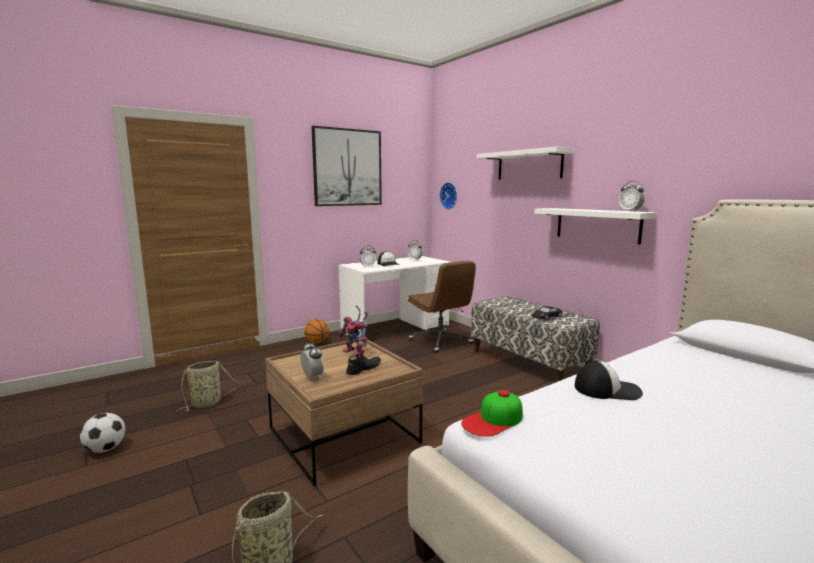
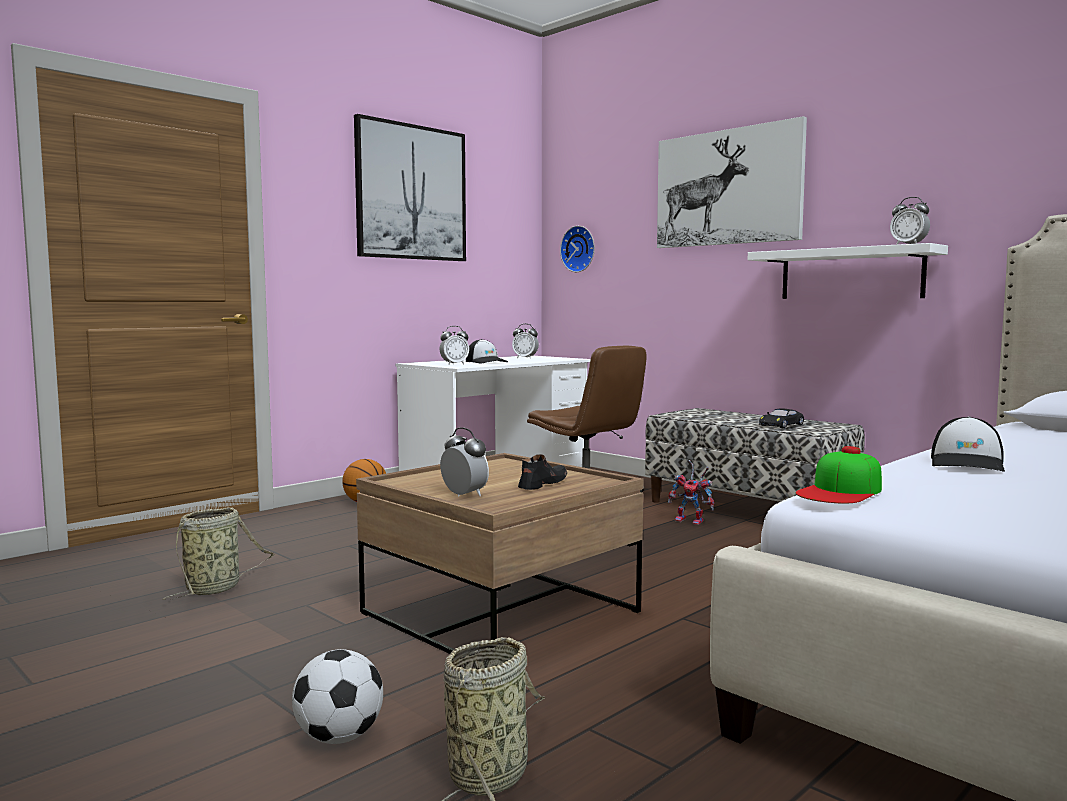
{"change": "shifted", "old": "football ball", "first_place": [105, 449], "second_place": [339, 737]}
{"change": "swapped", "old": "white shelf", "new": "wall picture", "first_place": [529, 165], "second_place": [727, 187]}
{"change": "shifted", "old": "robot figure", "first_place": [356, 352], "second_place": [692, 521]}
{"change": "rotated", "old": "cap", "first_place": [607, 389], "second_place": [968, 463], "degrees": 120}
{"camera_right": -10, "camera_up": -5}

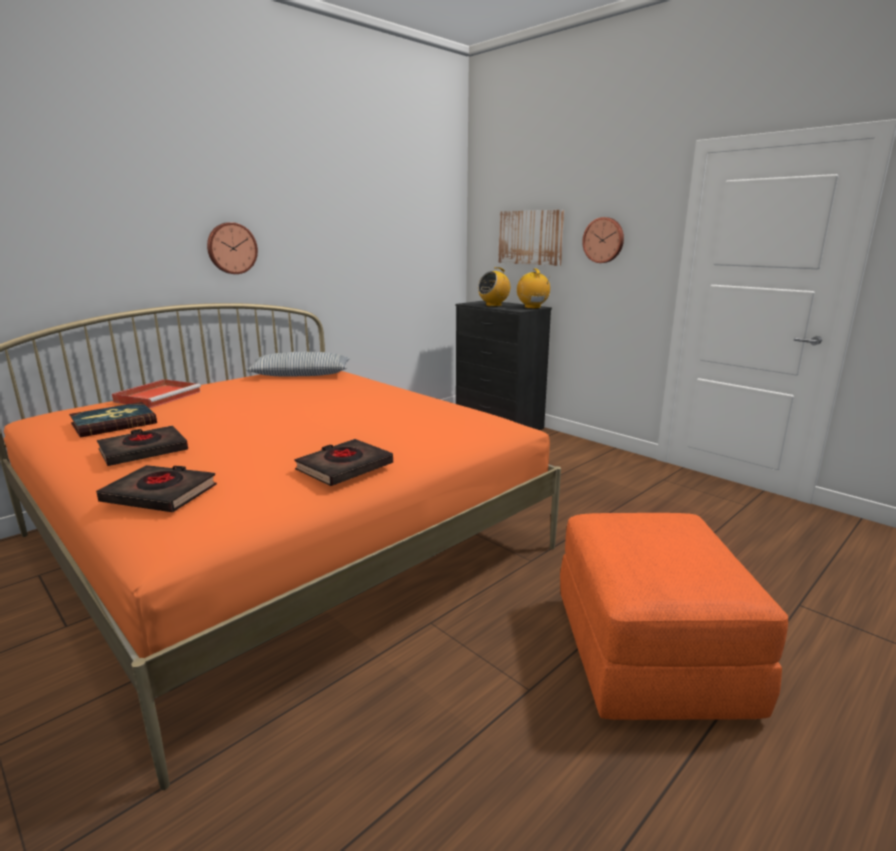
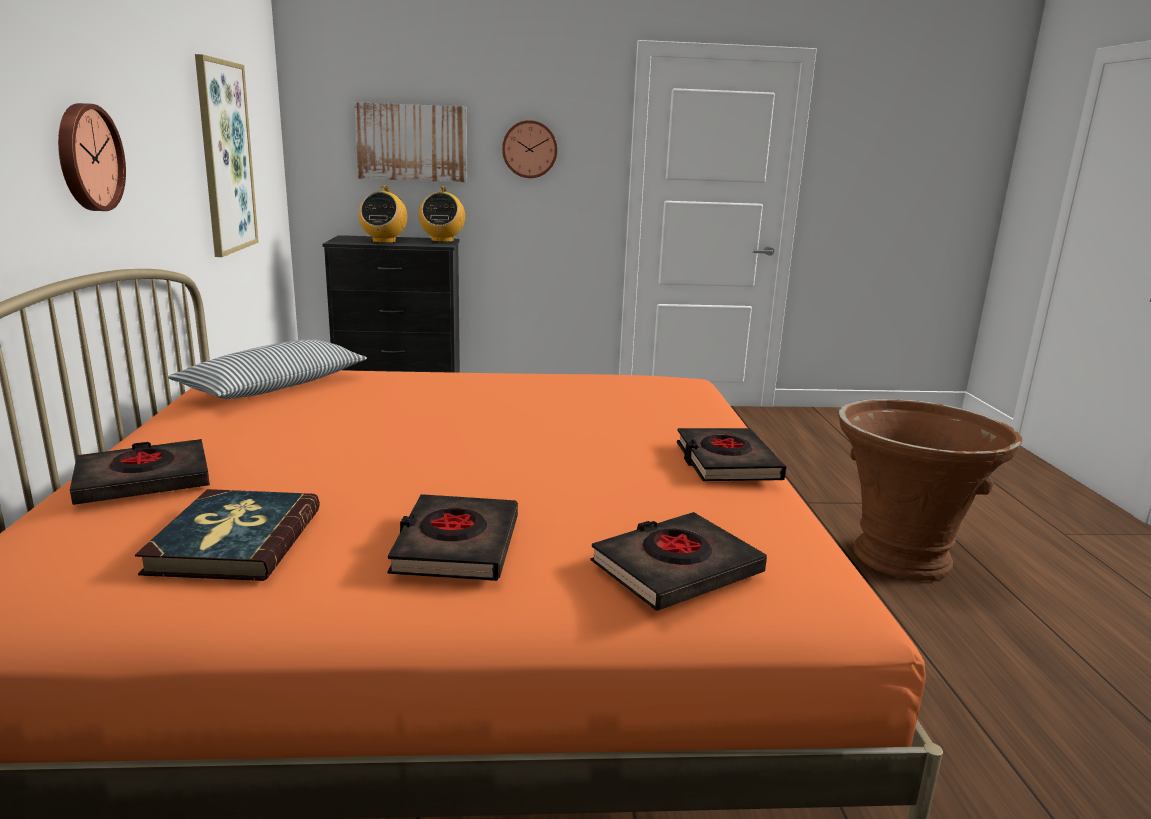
{"change": "swapped", "old": "red-coloured carrying tray", "new": "blackish volume", "first_place": [159, 396], "second_place": [144, 480]}
{"change": "new", "new": "wall picture", "second_place": [225, 157]}
{"change": "rotated", "old": "radio receiver", "first_place": [532, 307], "second_place": [442, 240], "degrees": -120}
{"change": "swapped", "old": "orange-coloured pouffe", "new": "brown-coloured plant pot", "first_place": [651, 654], "second_place": [902, 557]}
{"camera_right": -50, "camera_up": 0}

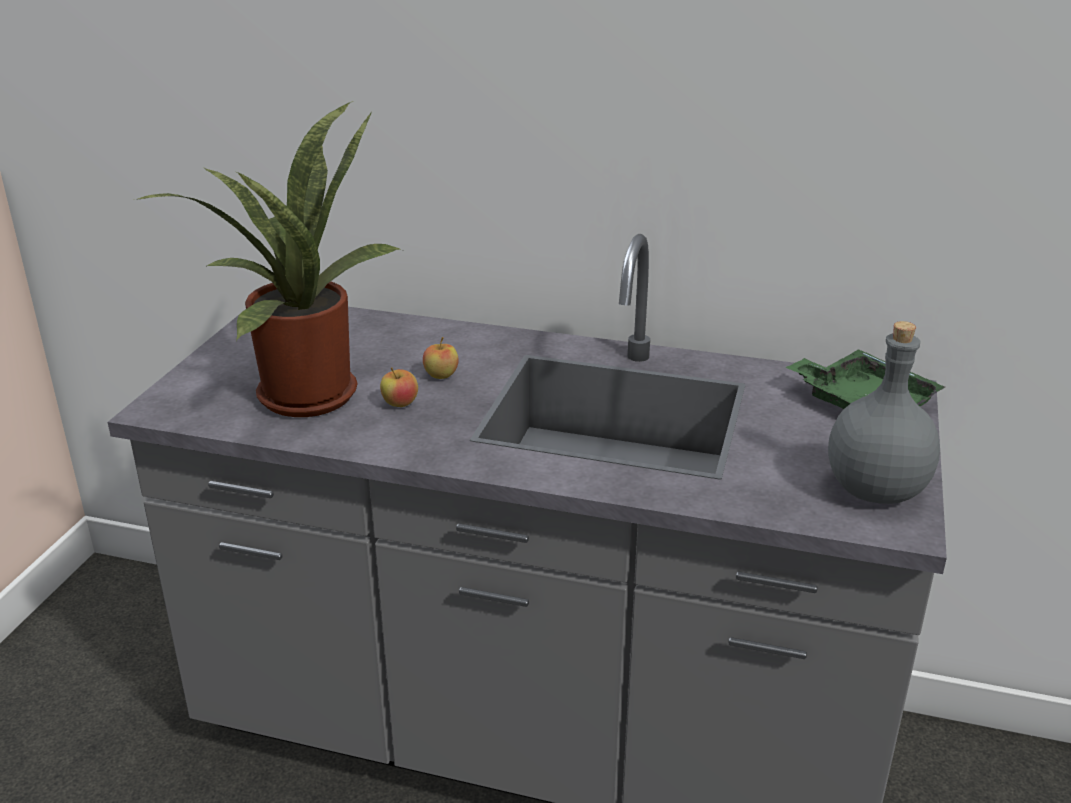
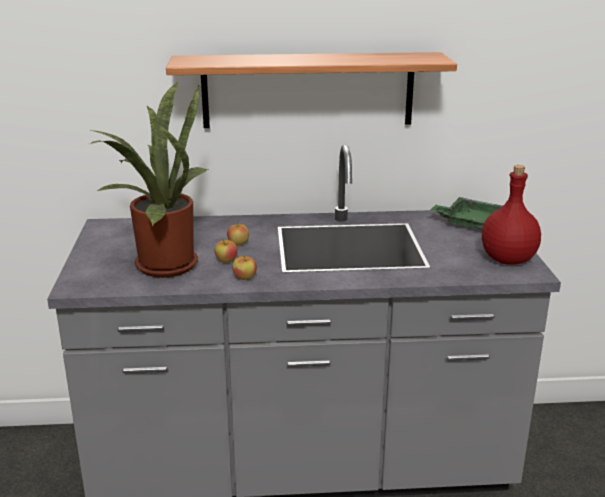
{"change": "new", "new": "shelf", "second_place": [308, 90]}
{"change": "new", "new": "whole apple", "second_place": [245, 278]}
{"change": "repainted", "old": "greyish drink bottle", "new": "red-coloured drink bottle", "first_place": [873, 490], "second_place": [506, 260]}
{"camera_right": -20, "camera_up": -5}

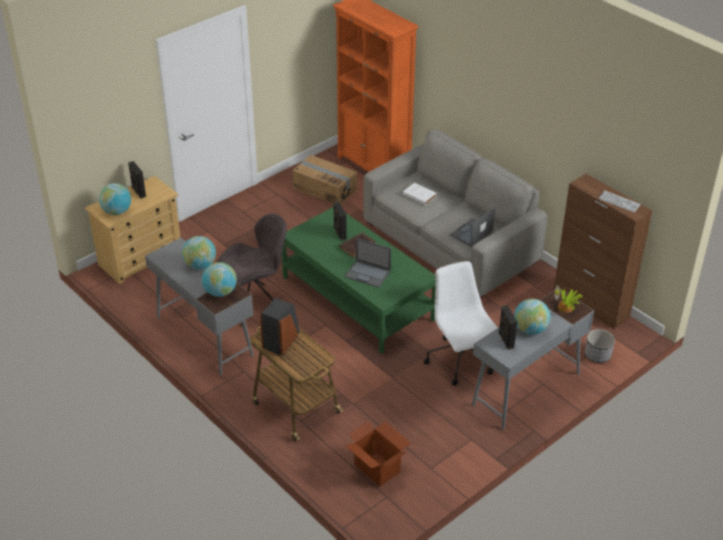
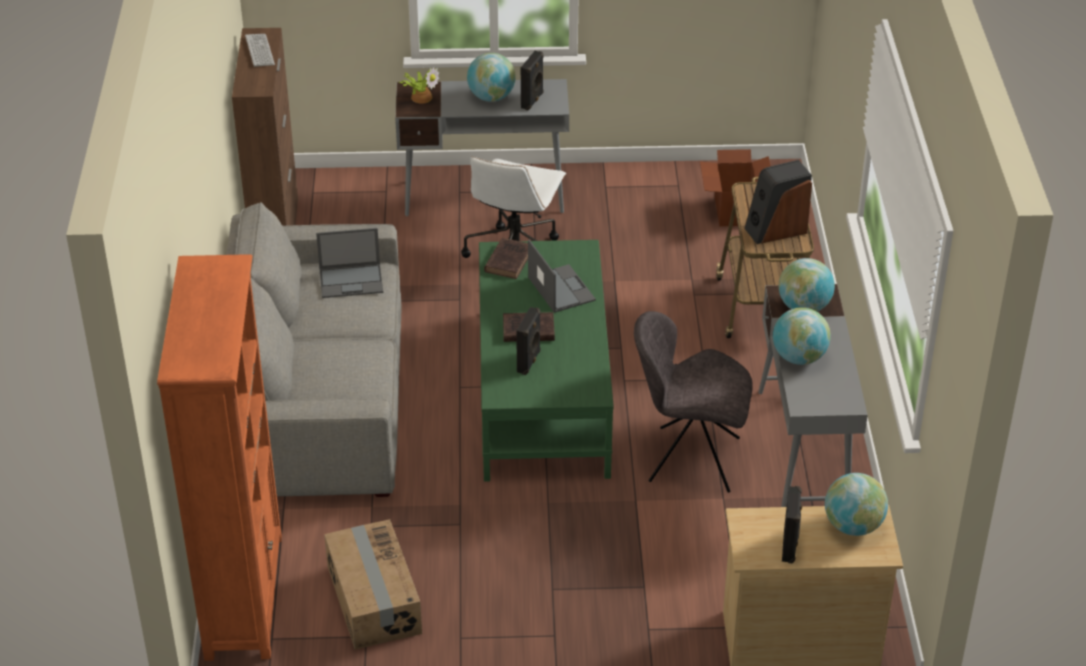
{"change": "new", "new": "brown-coloured volume", "second_place": [509, 260]}
{"change": "gone", "old": "white volume", "first_place": [418, 195]}
{"change": "gone", "old": "plant pot", "first_place": [597, 355]}
{"camera_right": -140, "camera_up": 0}

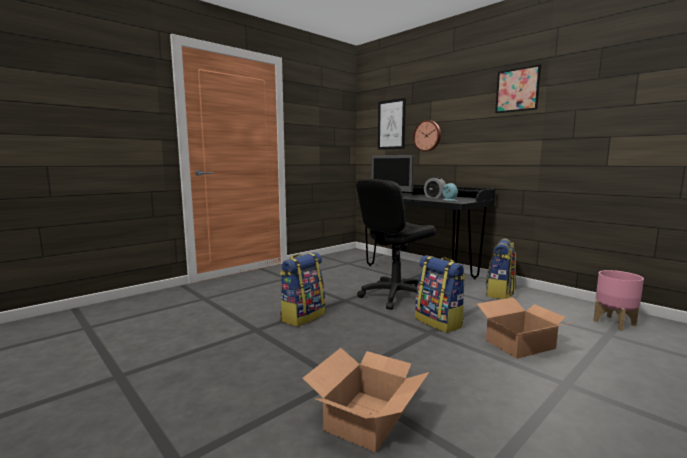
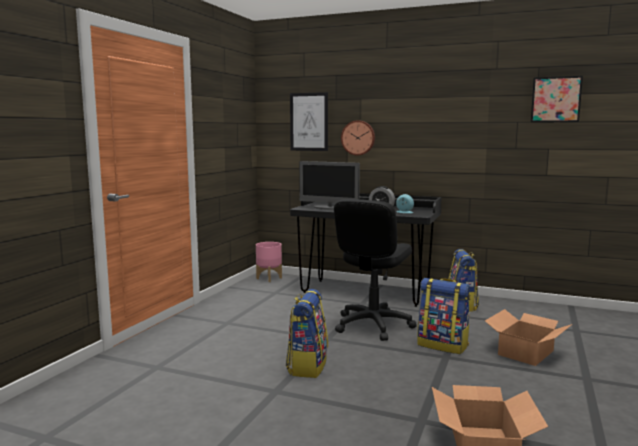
{"change": "shifted", "old": "pinkish plant pot", "first_place": [614, 323], "second_place": [269, 278]}
{"change": "shifted", "old": "wall picture", "first_place": [517, 90], "second_place": [556, 99]}
{"camera_right": -25, "camera_up": 0}

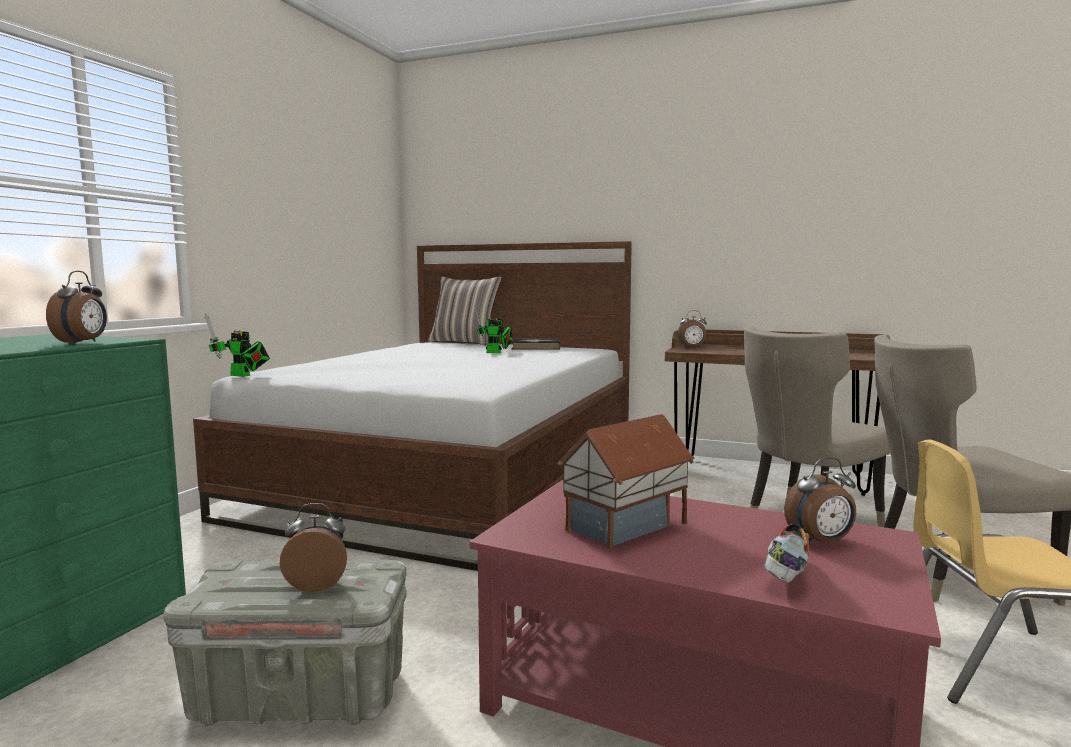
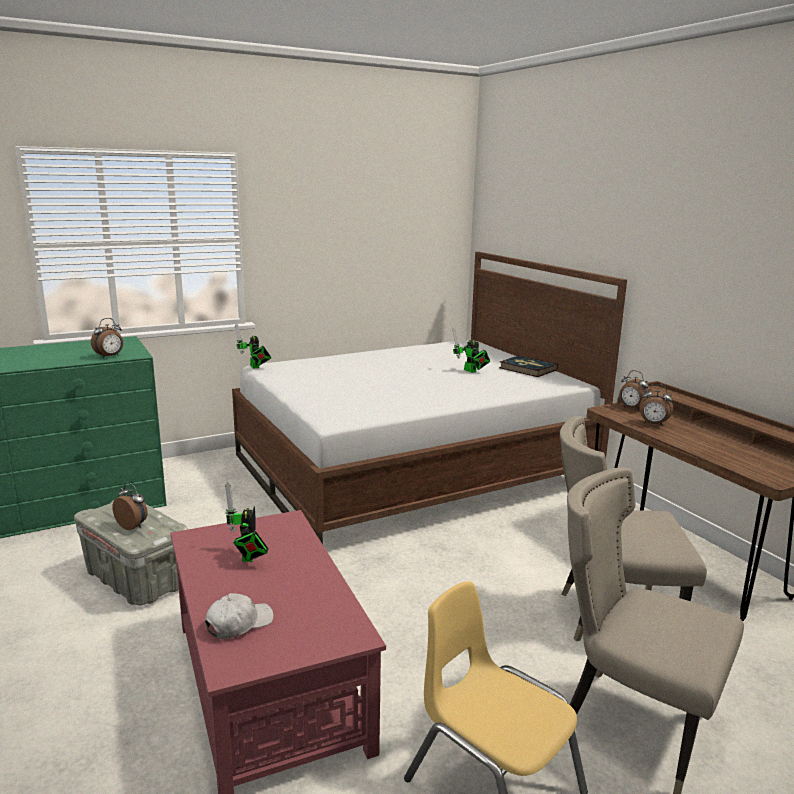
{"change": "swapped", "old": "shoe", "new": "white cap", "first_place": [784, 574], "second_place": [239, 624]}
{"change": "swapped", "old": "toy house", "new": "robot figure", "first_place": [627, 527], "second_place": [248, 558]}
{"change": "shifted", "old": "bedside clock", "first_place": [821, 542], "second_place": [653, 424]}
{"change": "gone", "old": "cushion", "first_place": [464, 343]}
{"camera_right": 40, "camera_up": 10}

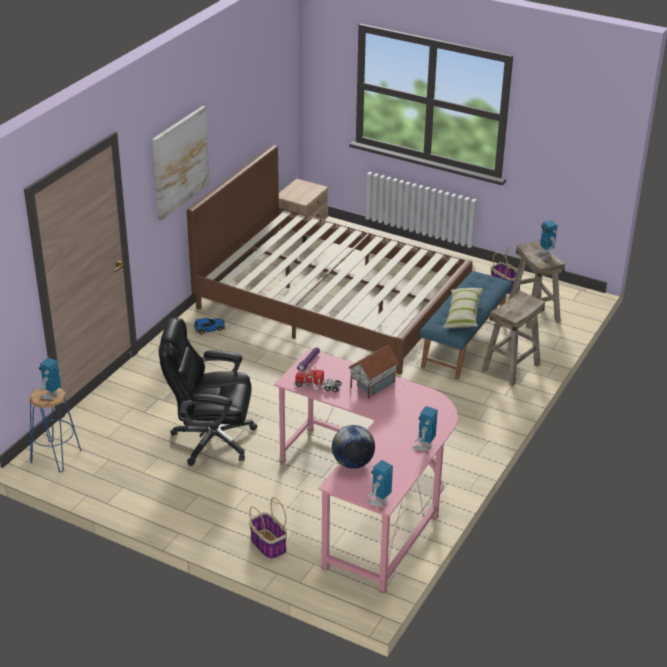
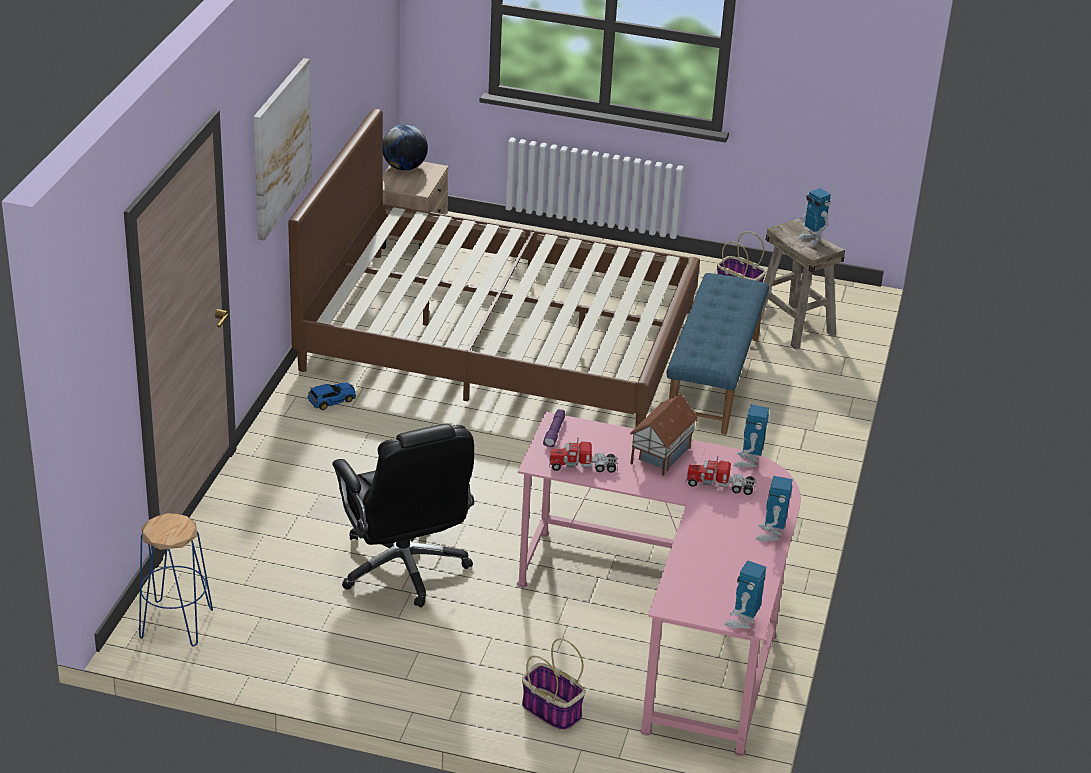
{"change": "rotated", "old": "blackish desk chair", "first_place": [211, 440], "second_place": [404, 567], "degrees": -105}
{"change": "shifted", "old": "world globe", "first_place": [353, 463], "second_place": [404, 167]}
{"change": "new", "new": "toy truck", "second_place": [720, 485]}
{"change": "shifted", "old": "robot figure", "first_place": [51, 395], "second_place": [748, 461]}
{"change": "gone", "old": "cushion", "first_place": [463, 314]}
{"change": "gone", "old": "sand-coloured sitting stool", "first_place": [511, 367]}
{"camera_right": -15, "camera_up": 0}

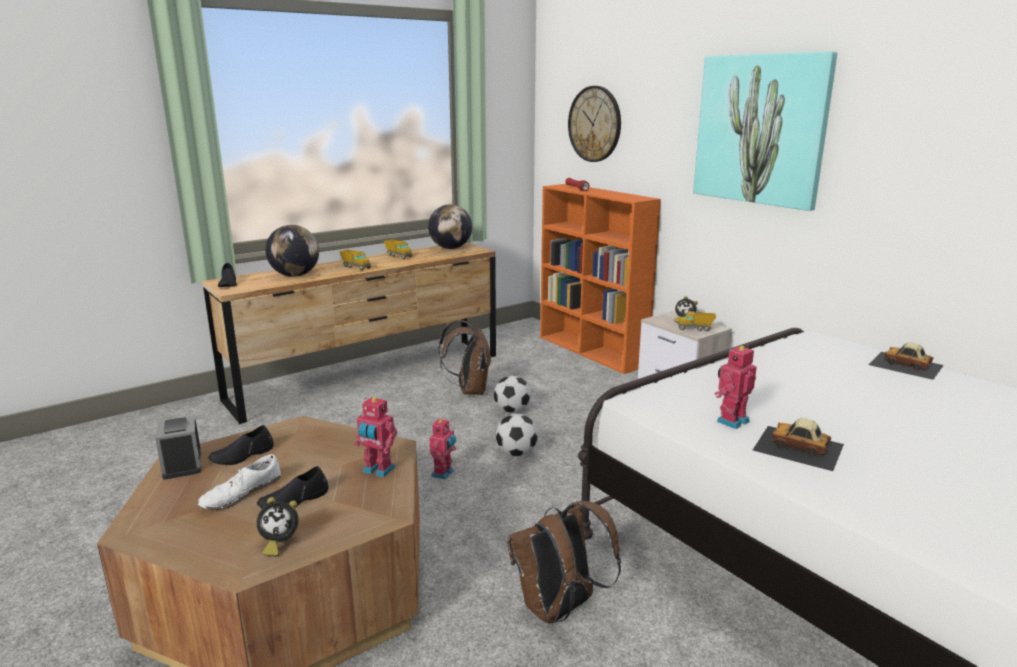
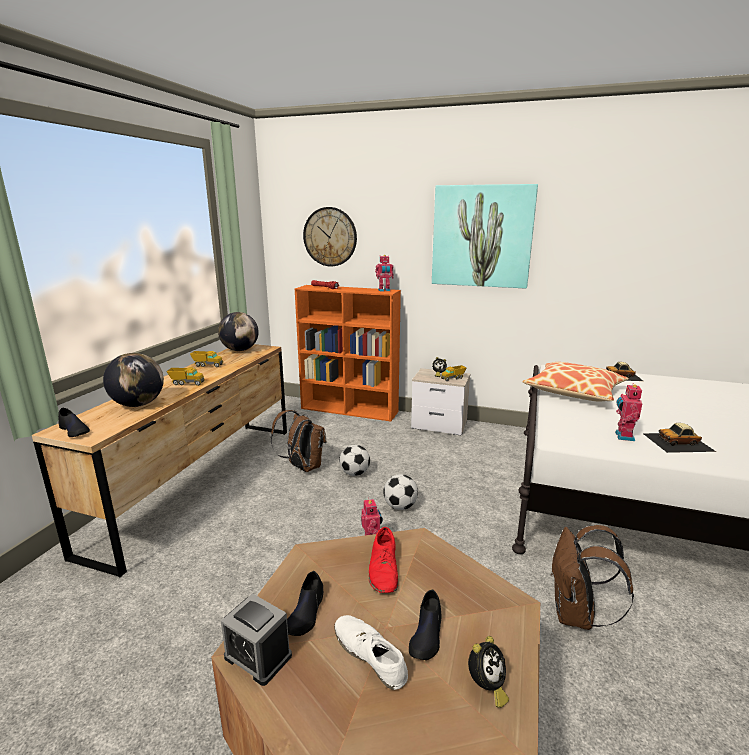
{"change": "rotated", "old": "white shoe", "first_place": [241, 493], "second_place": [370, 655], "degrees": 135}
{"change": "new", "new": "red-coloured shoe", "second_place": [384, 569]}
{"change": "shifted", "old": "robot figure", "first_place": [378, 470], "second_place": [384, 290]}
{"change": "new", "new": "cushion", "second_place": [574, 391]}
{"camera_right": -35, "camera_up": 0}

